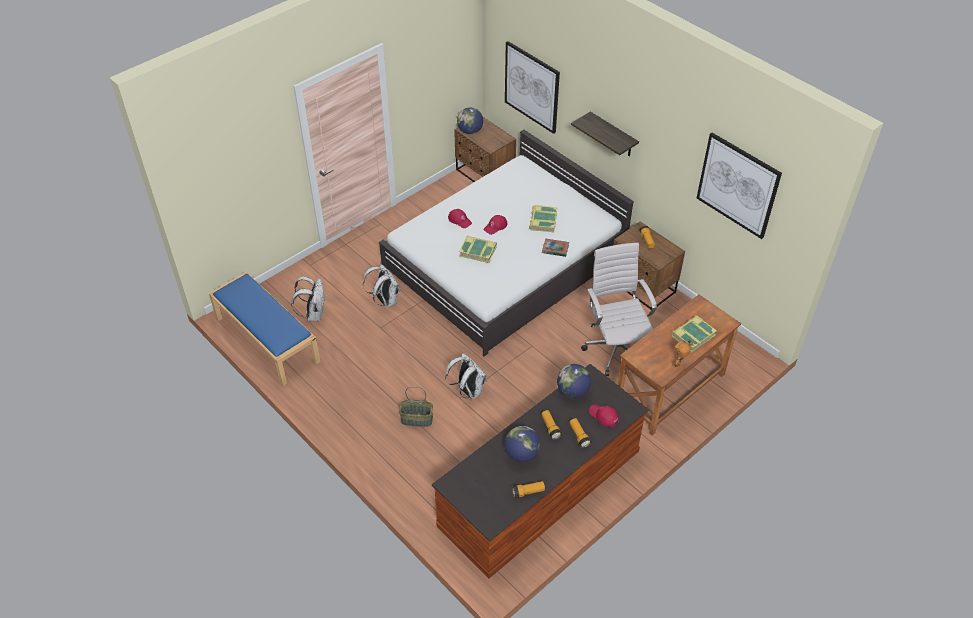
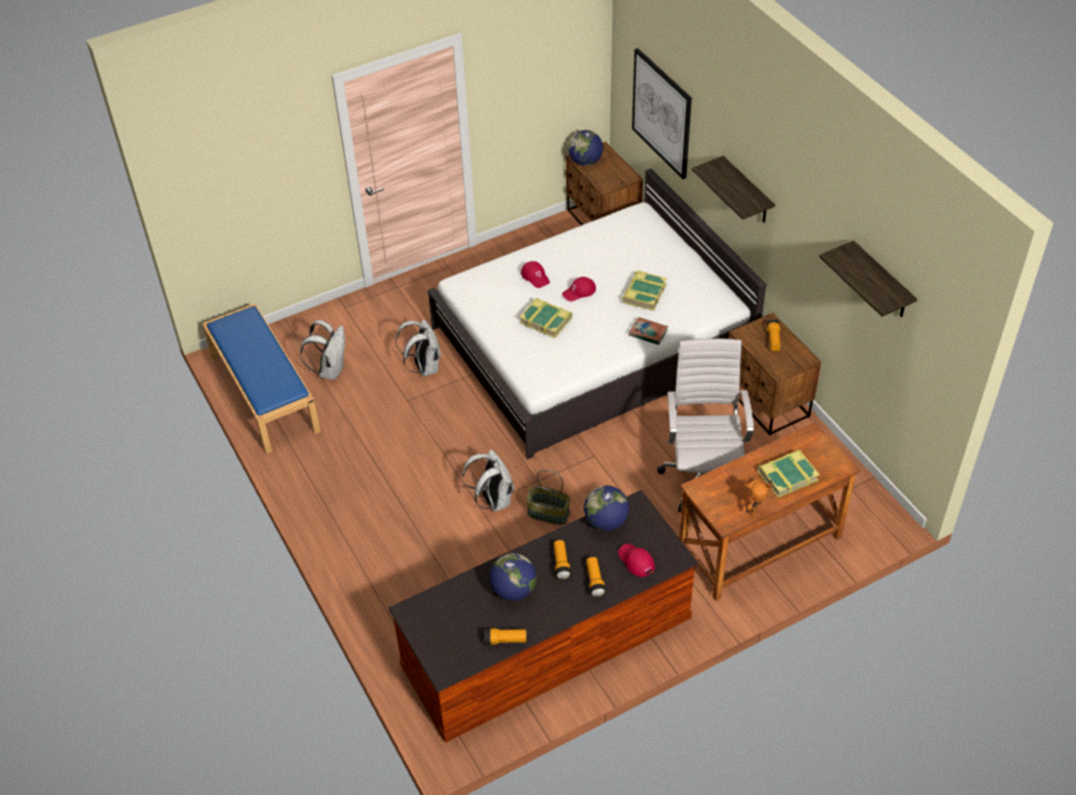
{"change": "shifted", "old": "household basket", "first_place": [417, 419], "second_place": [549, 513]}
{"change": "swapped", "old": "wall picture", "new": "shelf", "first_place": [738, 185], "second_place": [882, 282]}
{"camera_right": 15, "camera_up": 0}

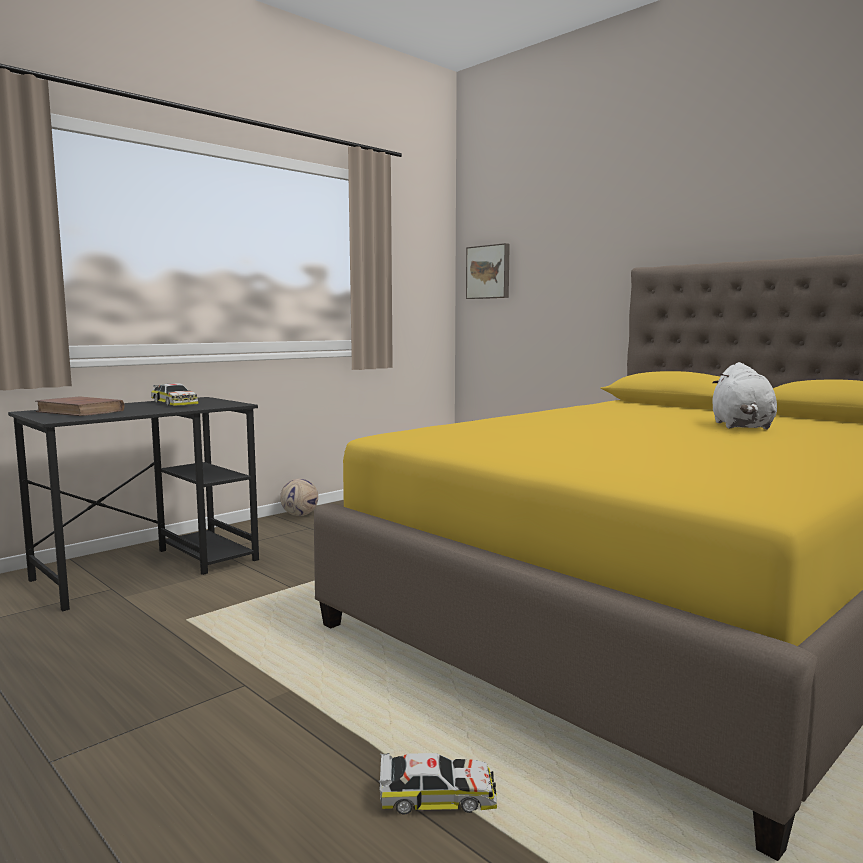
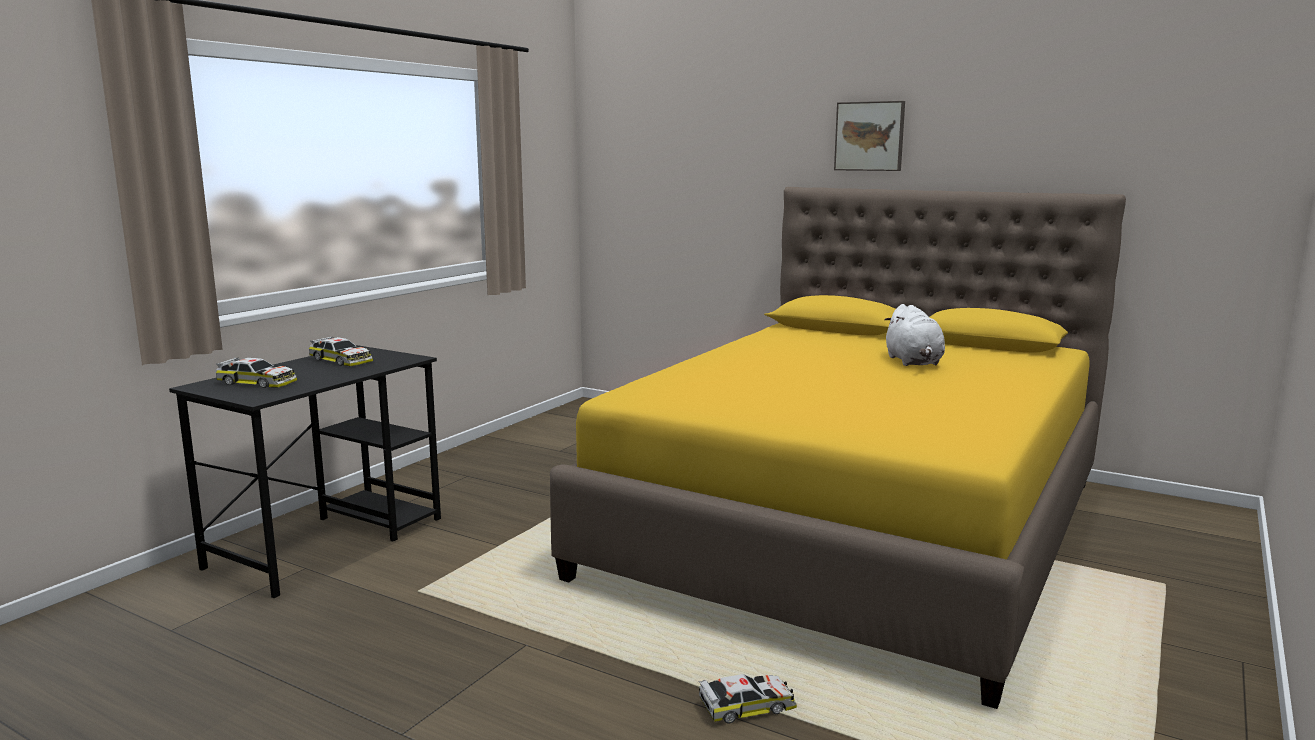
{"change": "swapped", "old": "brown-coloured volume", "new": "miniature car", "first_place": [80, 411], "second_place": [257, 383]}
{"change": "shifted", "old": "wall picture", "first_place": [489, 272], "second_place": [870, 136]}
{"change": "gone", "old": "football ball", "first_place": [299, 515]}
{"camera_right": -15, "camera_up": 5}

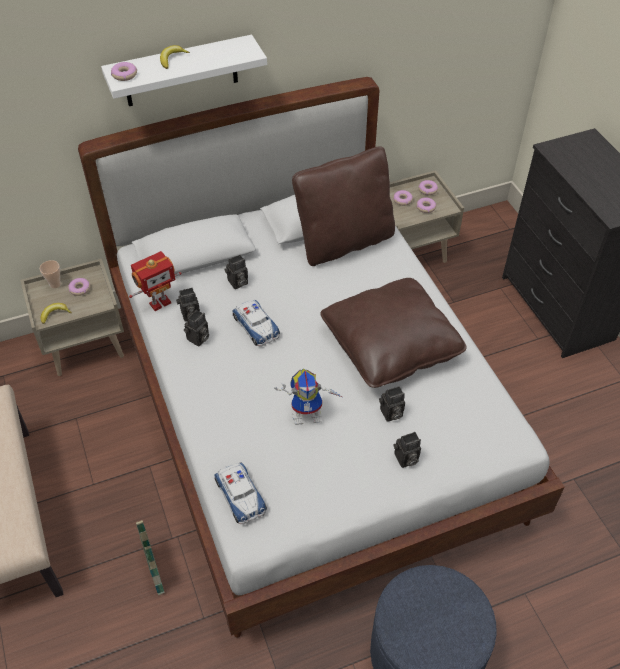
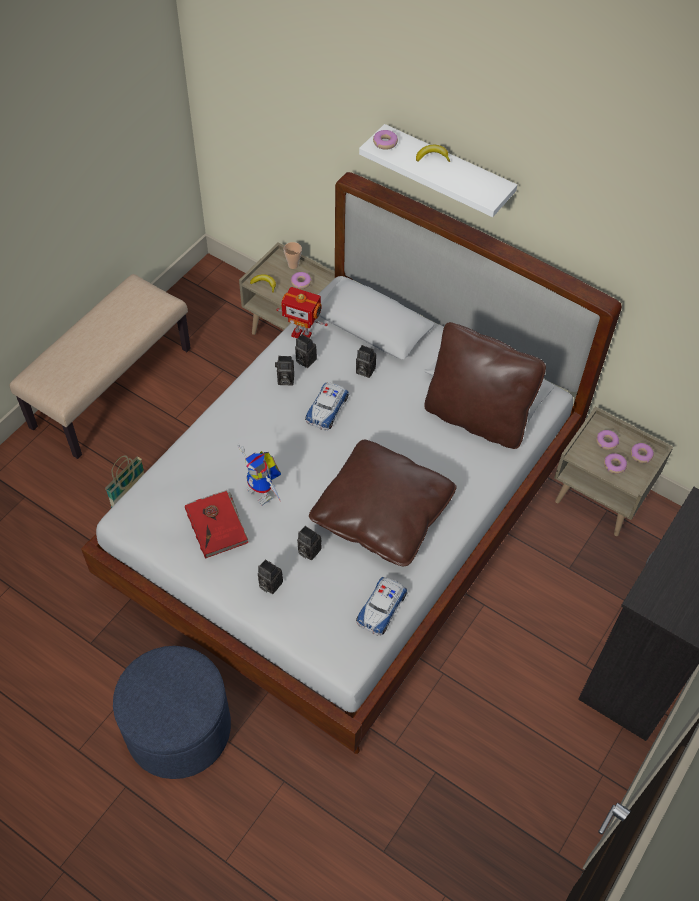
{"change": "new", "new": "red-coloured volume", "second_place": [217, 525]}
{"change": "shifted", "old": "miniature car", "first_place": [240, 495], "second_place": [381, 608]}
{"camera_right": 55, "camera_up": 5}

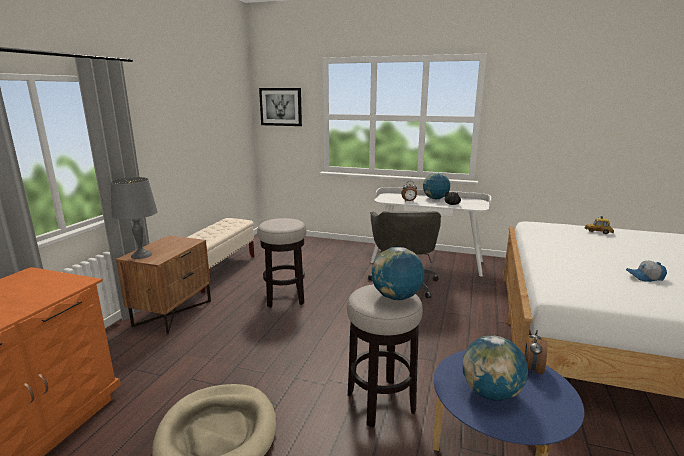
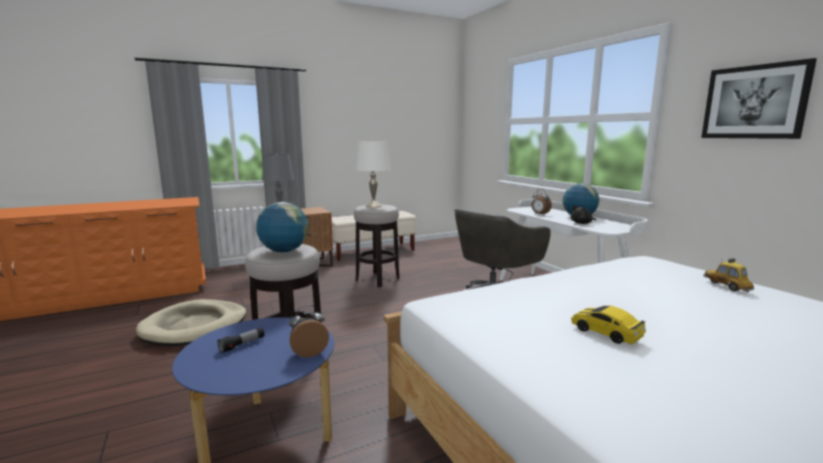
{"change": "swapped", "old": "world globe", "new": "hand torch", "first_place": [491, 393], "second_place": [242, 345]}
{"change": "new", "new": "white table lamp", "second_place": [373, 206]}
{"change": "swapped", "old": "cap", "new": "miniature car", "first_place": [645, 277], "second_place": [606, 333]}
{"change": "shifted", "old": "wall picture", "first_place": [281, 107], "second_place": [754, 102]}
{"camera_right": 45, "camera_up": -5}

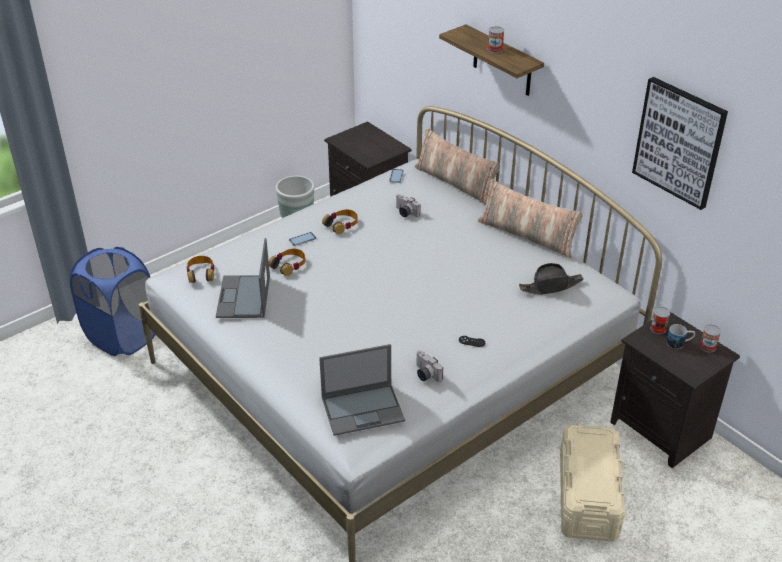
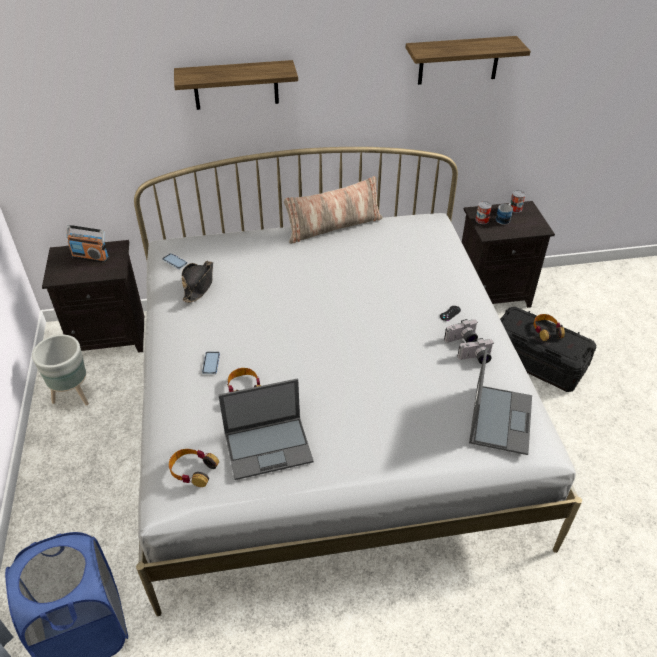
{"change": "new", "new": "radio receiver", "second_place": [90, 257]}
{"change": "shifted", "old": "blackish wearable hat", "first_place": [551, 286], "second_place": [199, 285]}
{"change": "rotated", "old": "notebook computer", "first_place": [244, 297], "second_place": [269, 447], "degrees": -45}
{"change": "swapped", "old": "wall picture", "new": "shelf", "first_place": [679, 142], "second_place": [459, 60]}
{"change": "shifted", "old": "photo camera", "first_place": [405, 213], "second_place": [462, 340]}
{"change": "repainted", "old": "sand-coloured storage box", "new": "blackish storage box", "first_place": [588, 496], "second_place": [536, 361]}
{"change": "shifted", "old": "headset", "first_place": [341, 224], "second_place": [546, 330]}
{"change": "gone", "old": "cushion", "first_place": [456, 183]}
{"change": "gone", "old": "metal can", "first_place": [495, 49]}
{"camera_right": -60, "camera_up": 5}

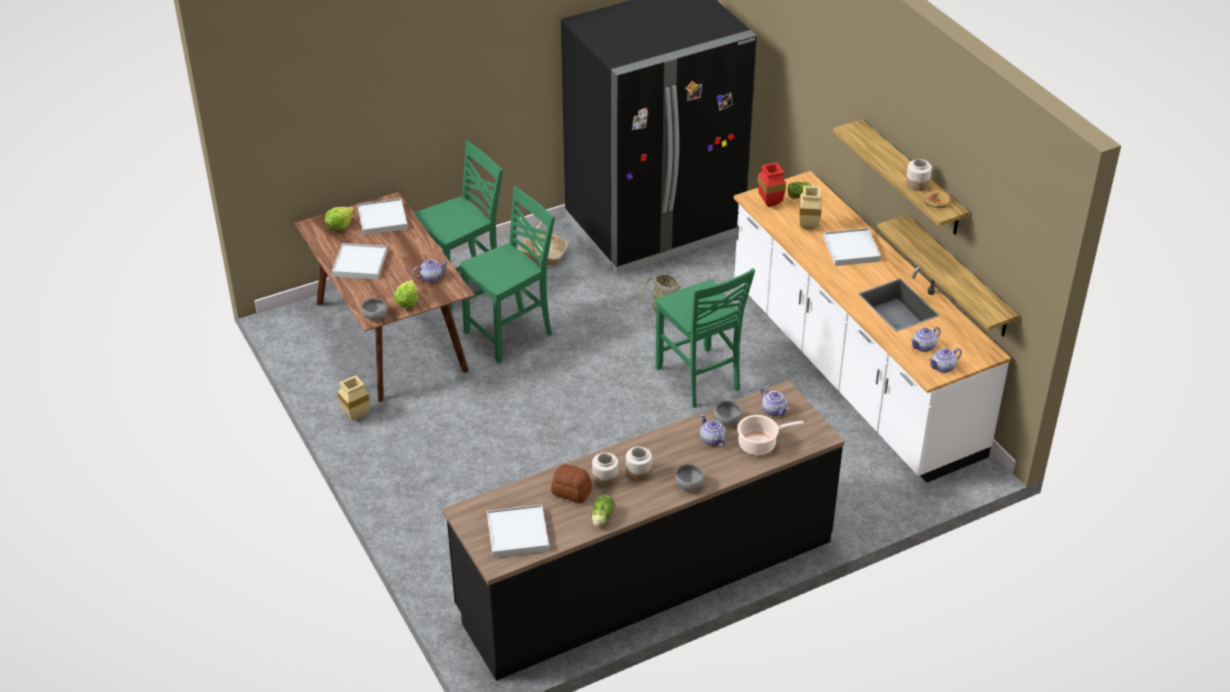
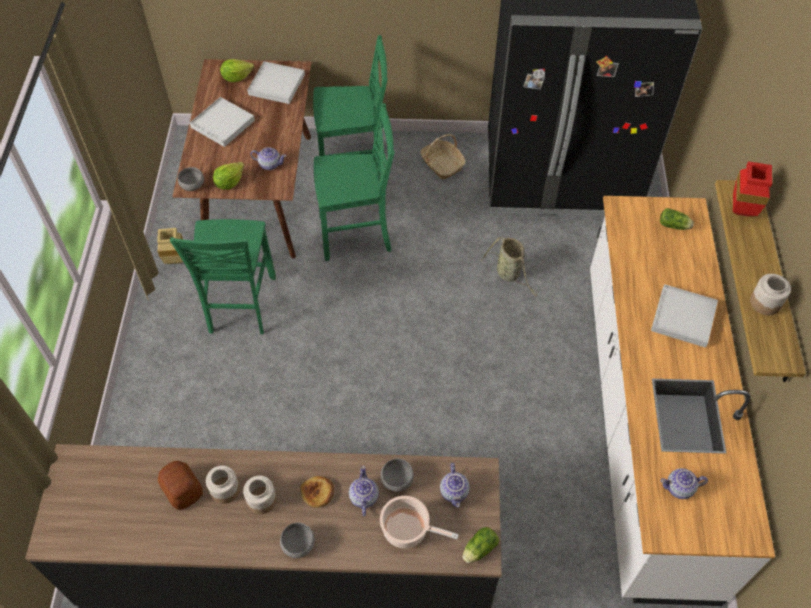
{"change": "shifted", "old": "greenish plain chair", "first_place": [699, 379], "second_place": [240, 306]}
{"change": "shifted", "old": "bread", "first_place": [938, 201], "second_place": [317, 492]}
{"change": "shifted", "old": "lettuce", "first_place": [601, 518], "second_place": [478, 550]}
{"change": "shifted", "old": "red-coloured vase", "first_place": [768, 203], "second_place": [740, 209]}
{"change": "gone", "old": "white carrying tray", "first_place": [518, 533]}
{"change": "gone", "old": "sand-coloured vase", "first_place": [807, 225]}
{"change": "gone", "old": "shelf", "first_place": [958, 277]}
{"change": "gone", "old": "teapot", "first_place": [943, 367]}
{"camera_right": 30, "camera_up": 15}

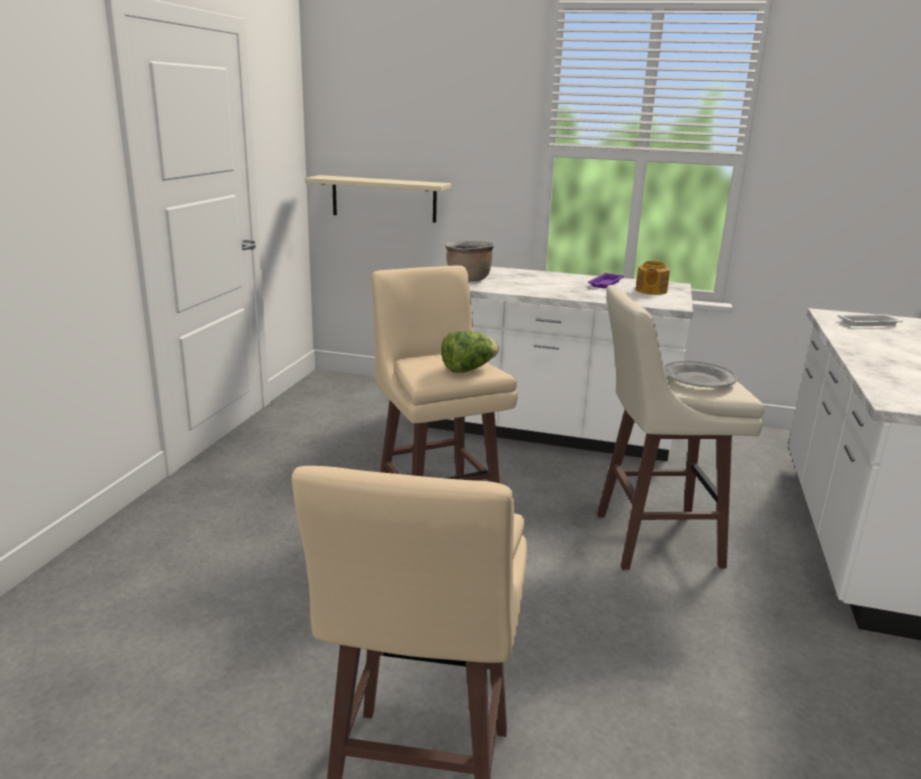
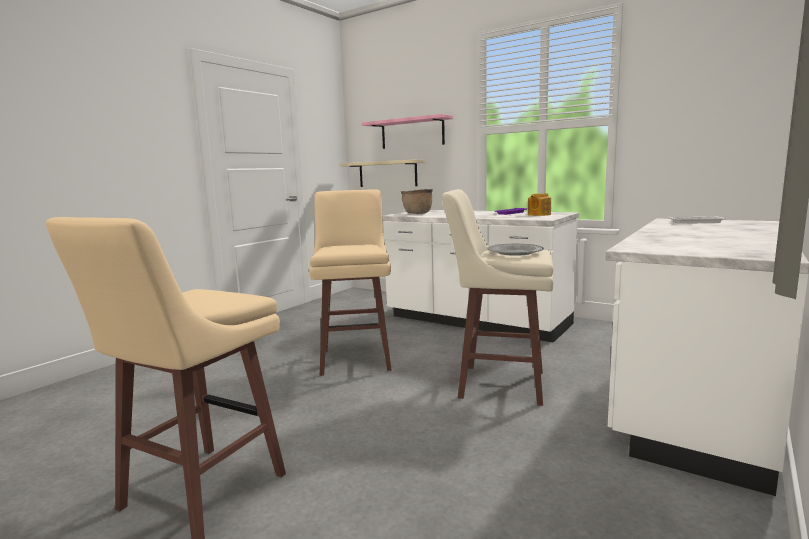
{"change": "new", "new": "pinkish shelf", "second_place": [412, 133]}
{"change": "gone", "old": "lettuce", "first_place": [468, 369]}
{"camera_right": 20, "camera_up": -10}

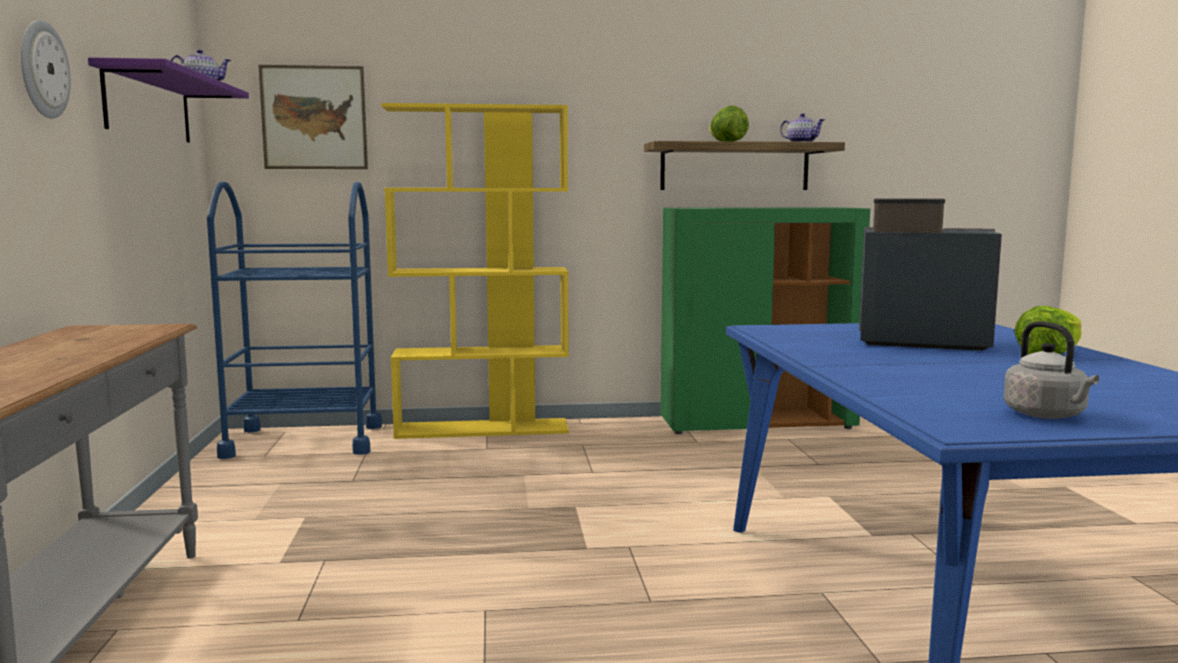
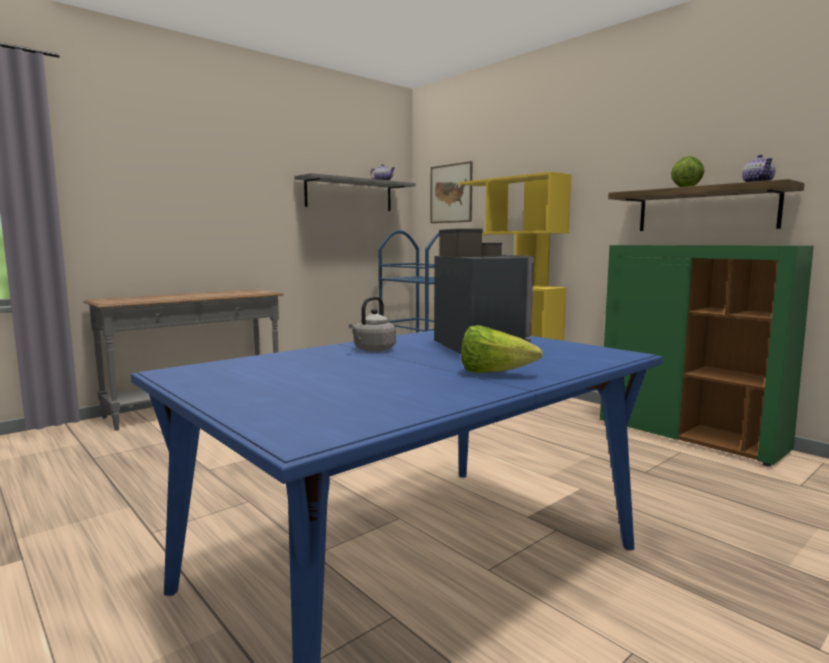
{"change": "repainted", "old": "purple-coloured shelf", "new": "greyish shelf", "first_place": [149, 106], "second_place": [349, 195]}
{"change": "shifted", "old": "greyish tea kettle", "first_place": [1047, 415], "second_place": [373, 350]}
{"change": "gone", "old": "hanging clock", "first_place": [42, 69]}
{"camera_right": 55, "camera_up": 0}

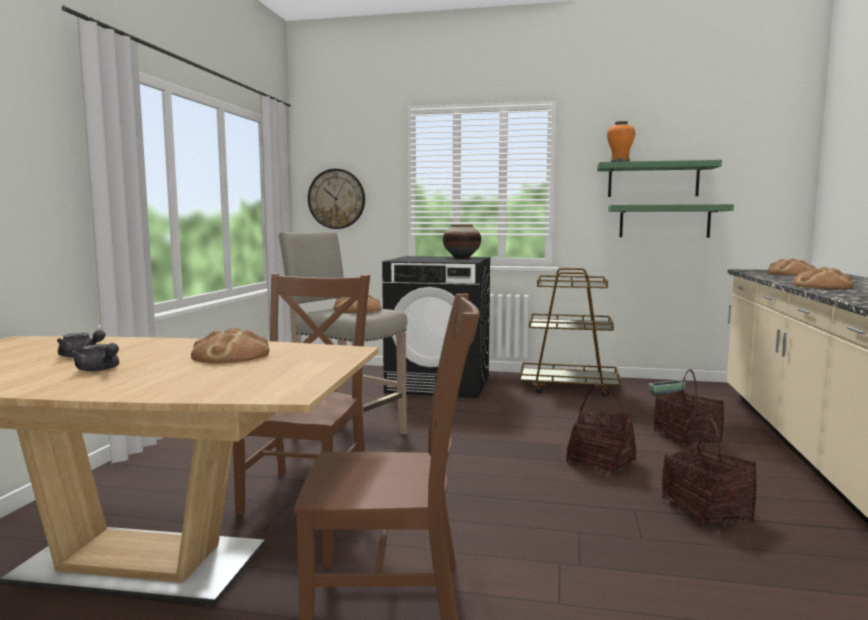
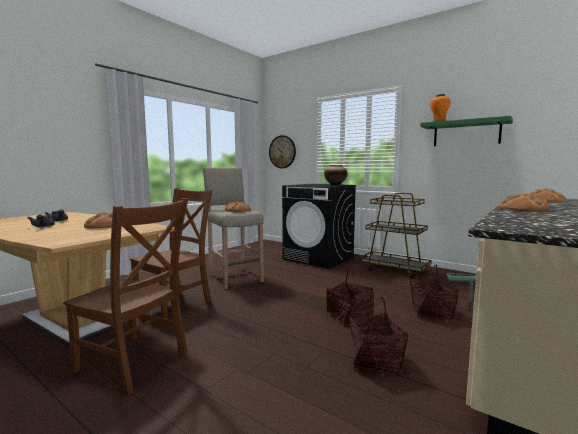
{"change": "gone", "old": "greenish shelf", "first_place": [664, 221]}
{"camera_right": 25, "camera_up": 0}

